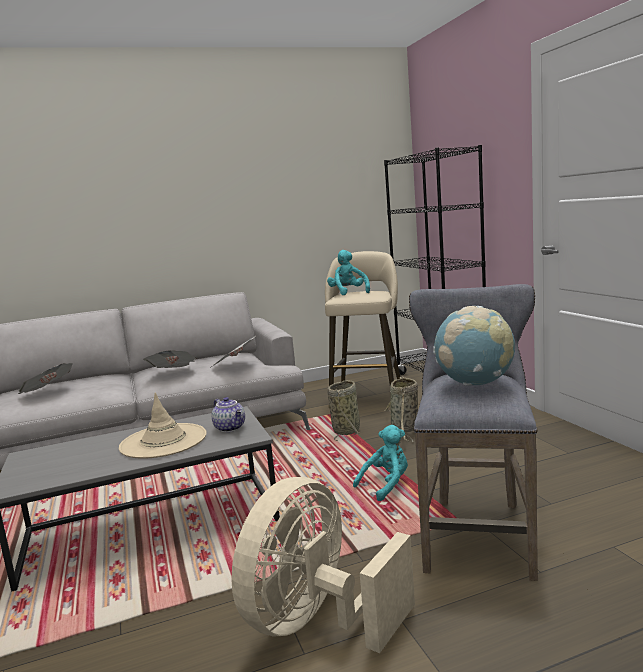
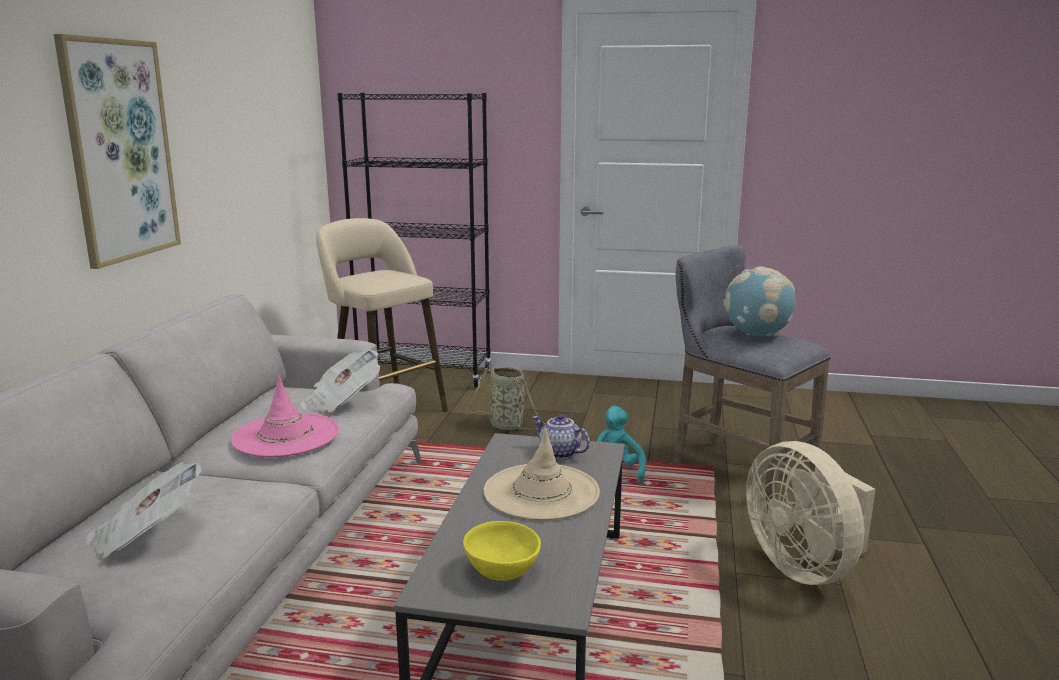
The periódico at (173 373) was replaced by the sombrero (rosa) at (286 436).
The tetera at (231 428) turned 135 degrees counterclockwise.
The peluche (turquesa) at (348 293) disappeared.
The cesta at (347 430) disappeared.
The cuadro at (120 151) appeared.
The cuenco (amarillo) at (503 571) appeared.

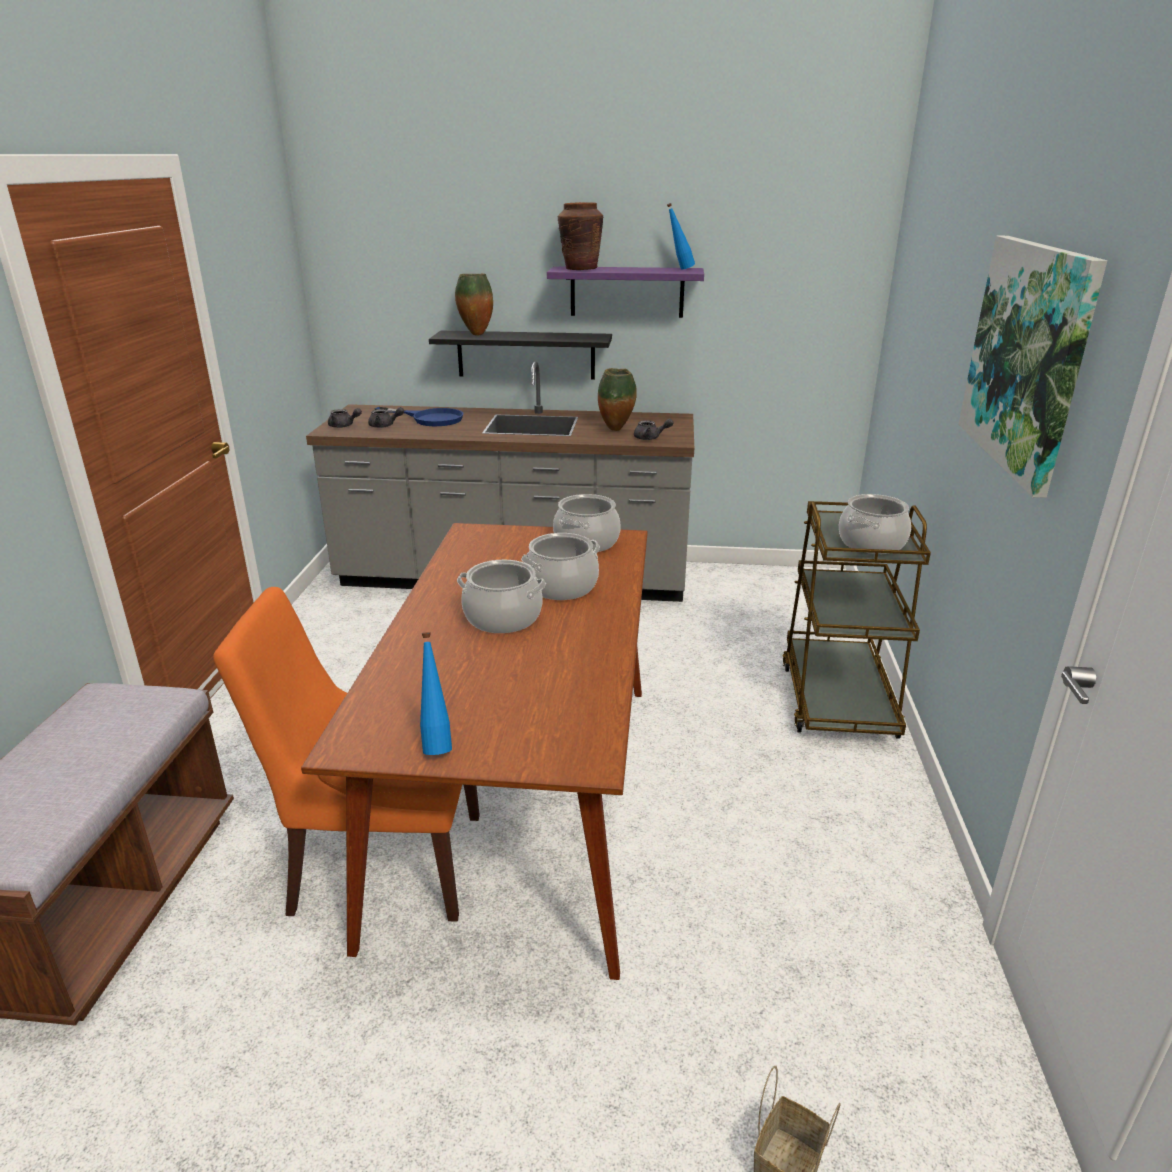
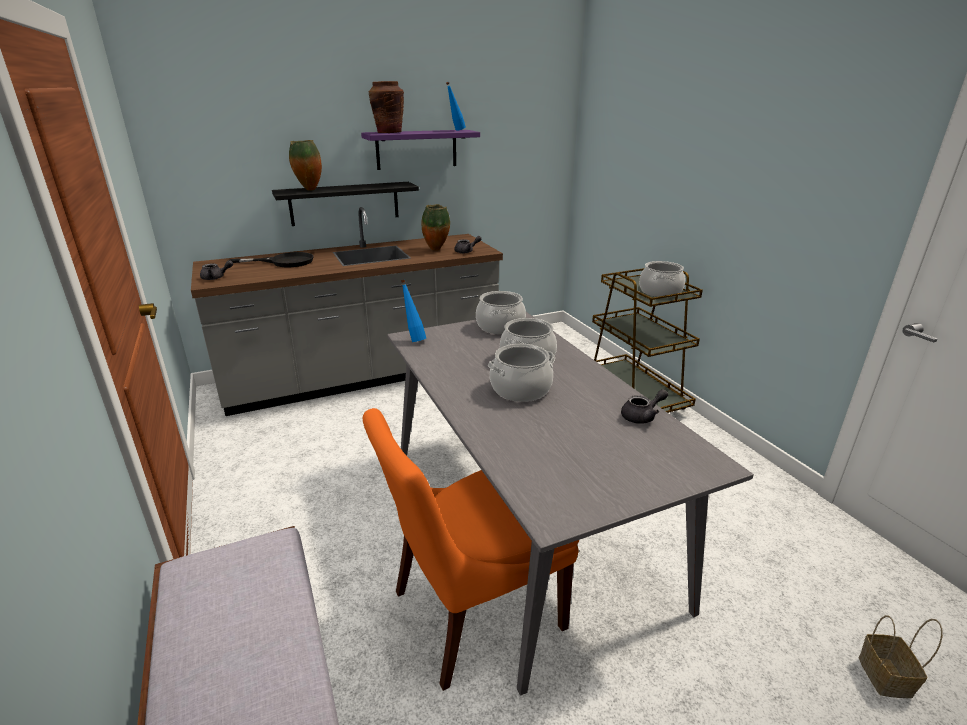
The mesa de comedor (marrón) at (524 800) became the mesa de comedor (gris) at (525 525).
The tetera (gris) moved from (385 426) to (642 416).
The sartén (azul) at (430 418) became the sartén (negro) at (284 262).
The botella (azul) moved from (436 744) to (414 339).
The cuadro at (1028 357) disappeared.

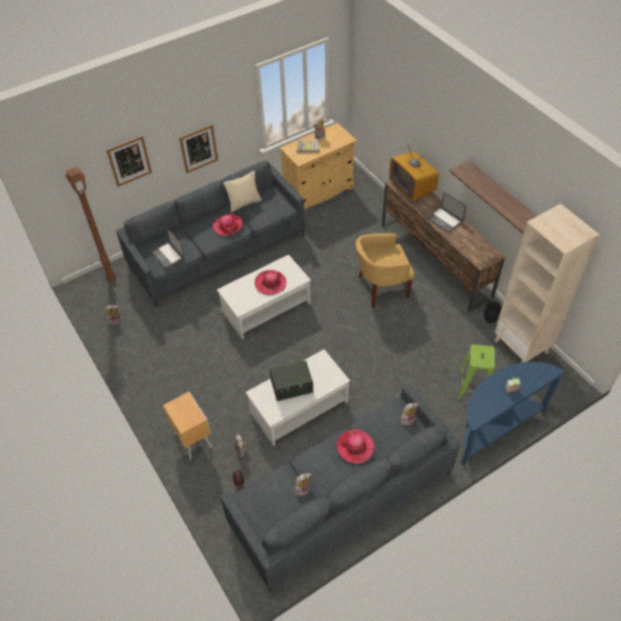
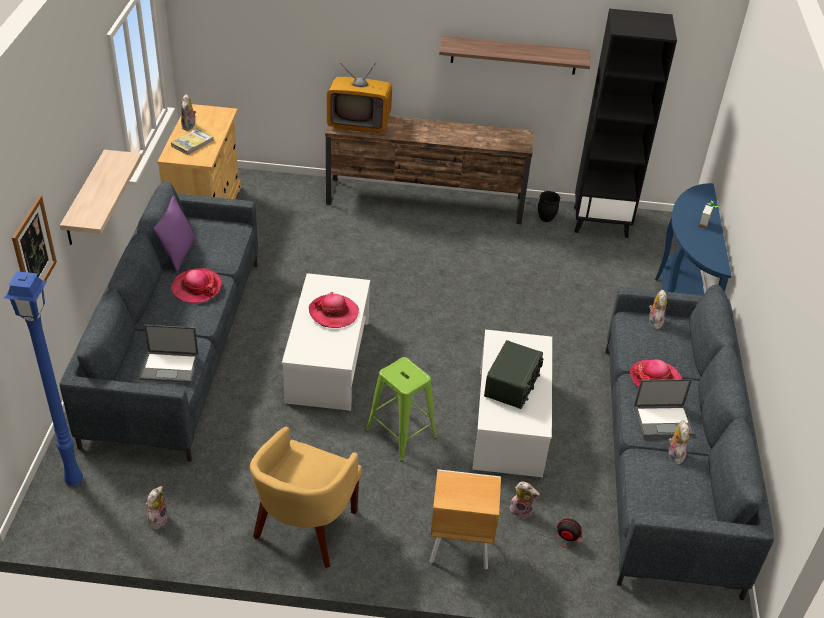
The lámpara de pie (marrón) at (111 278) became the lámpara de pie (azul) at (73 479).
The cuadro at (198 148) was replaced by the estante at (85 199).
The cojín (beis) at (244 203) became the cojín (morado) at (178 253).
The sillón (amarillo) moved from (381 288) to (305 528).
The portátil moved from (445 220) to (664 420).
The taburete (verde) moved from (474 386) to (400 433).
The estantería (beis) at (521 346) became the estantería (negro) at (601 221).

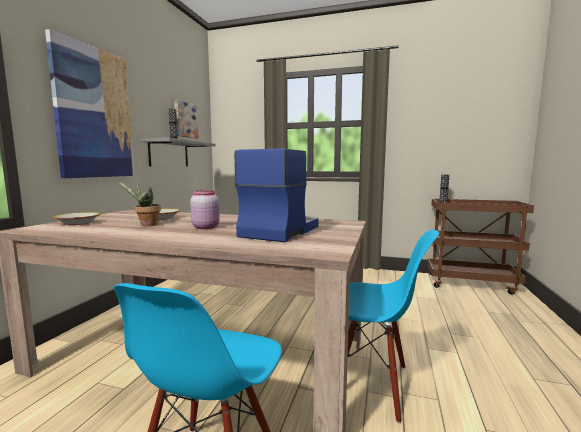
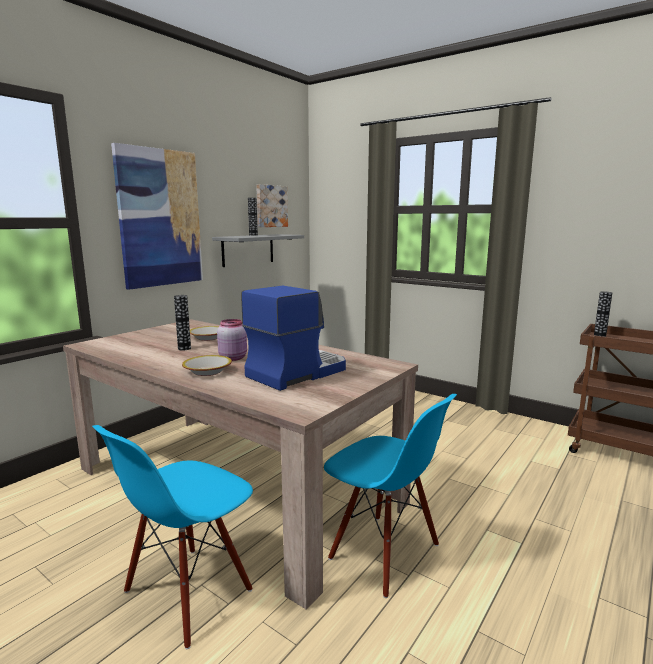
The cuenco moved from (78 223) to (207 371).
The planta en maceta at (146 225) was replaced by the florero at (184 348).

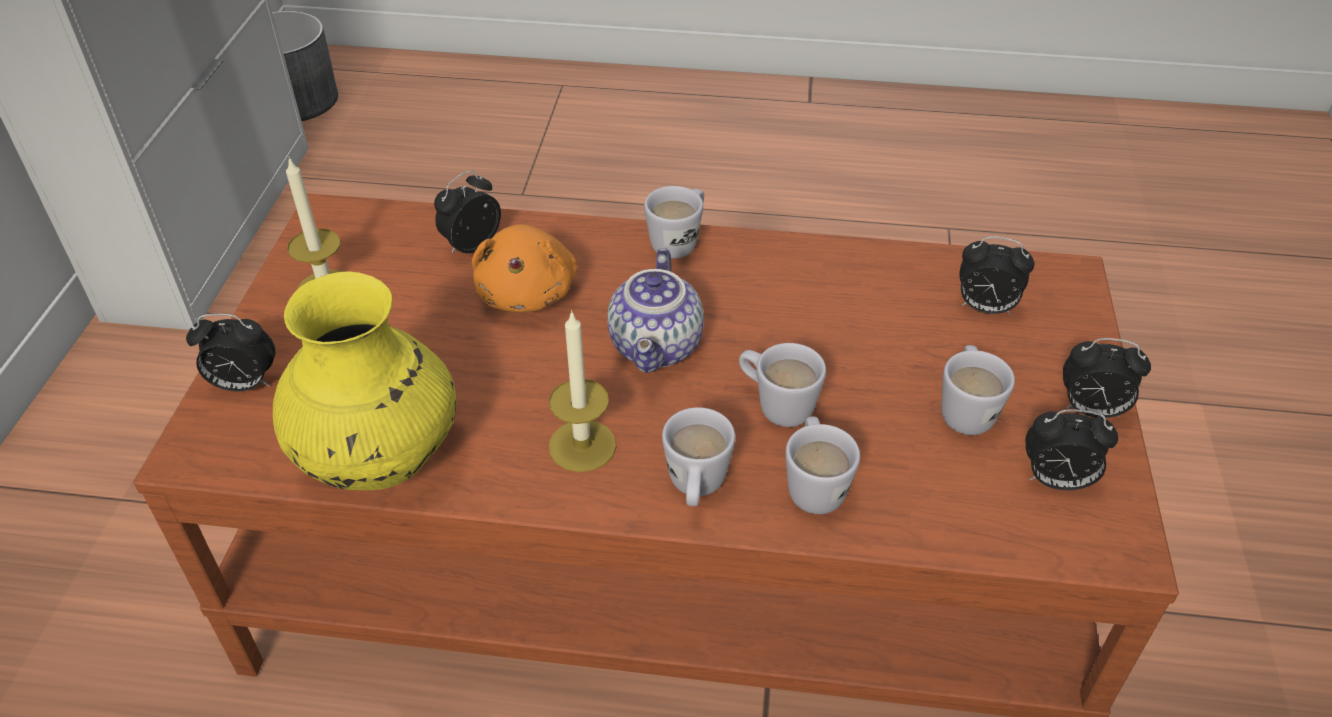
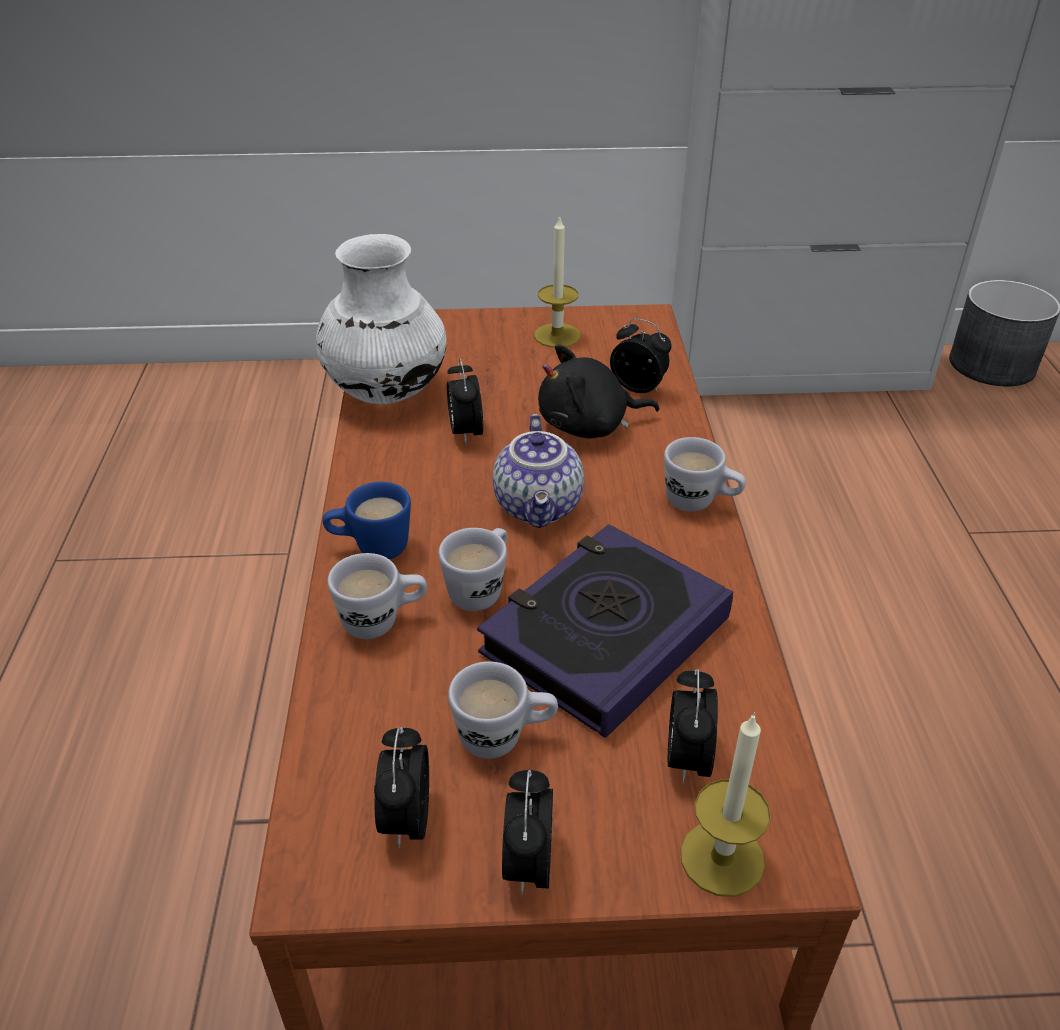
The despertador moved from (243 384) to (465 433).
The florero (amarillo) at (380 459) became the florero (blanco) at (386 392).
The peluche (naranja) at (528 292) became the peluche (negro) at (589 426).
The vela moved from (582 445) to (722 858).
The tetera at (658 347) turned 90 degrees counterclockwise.
The taza grande (blanco) at (696 489) became the taza grande (azul) at (371 548).
The libro at (604 636) appeared.

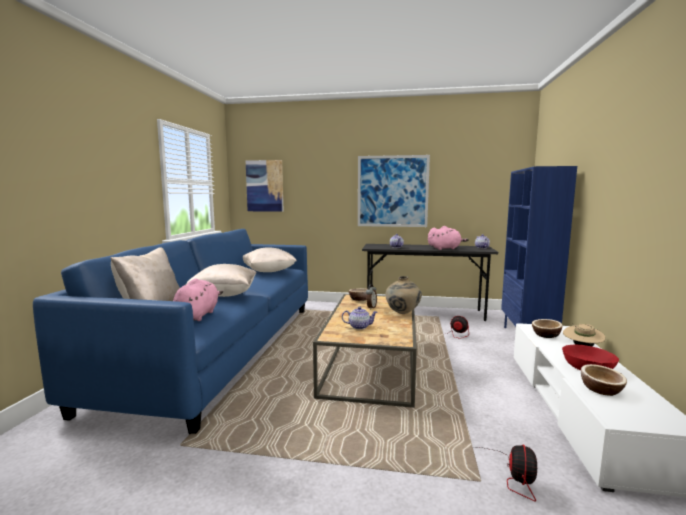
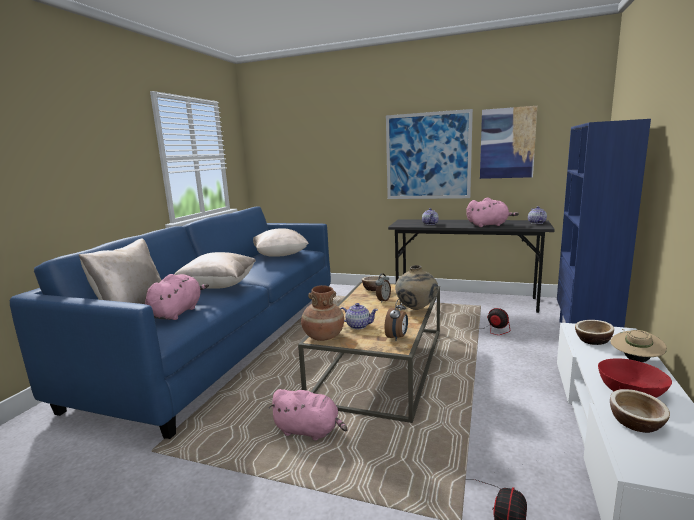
The cuadro moved from (265 186) to (507 143).
The peluche (rosa) at (309 431) appeared.
The florero (marrón) at (323 336) appeared.
The despertador at (397 337) appeared.

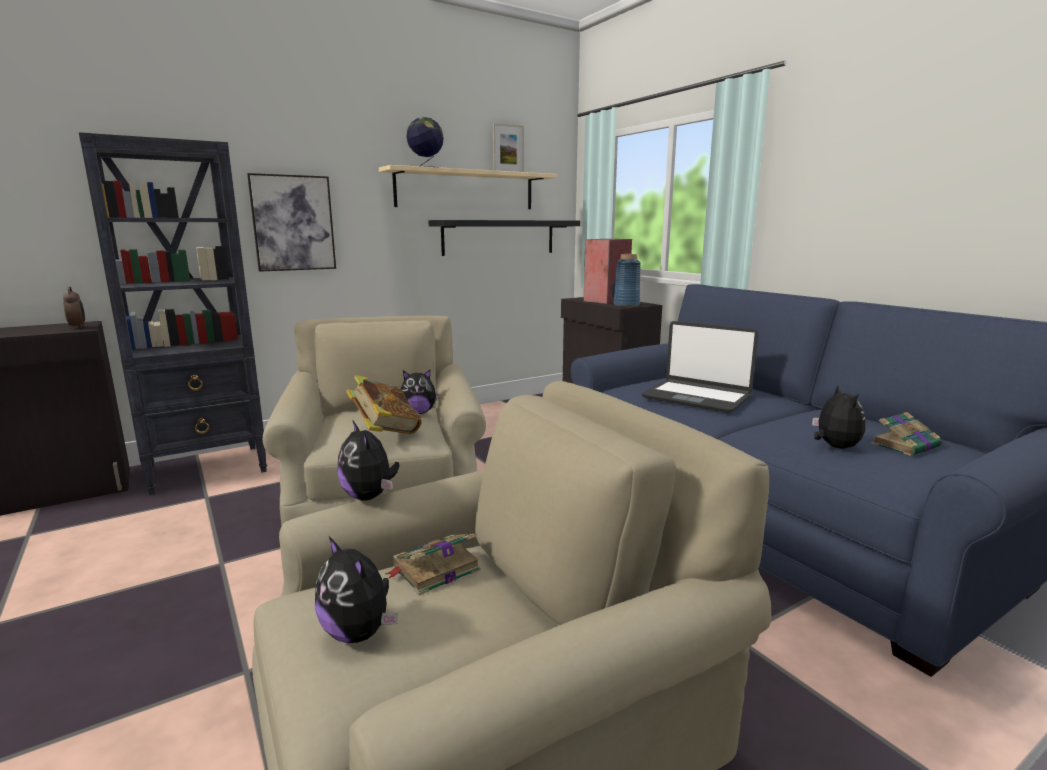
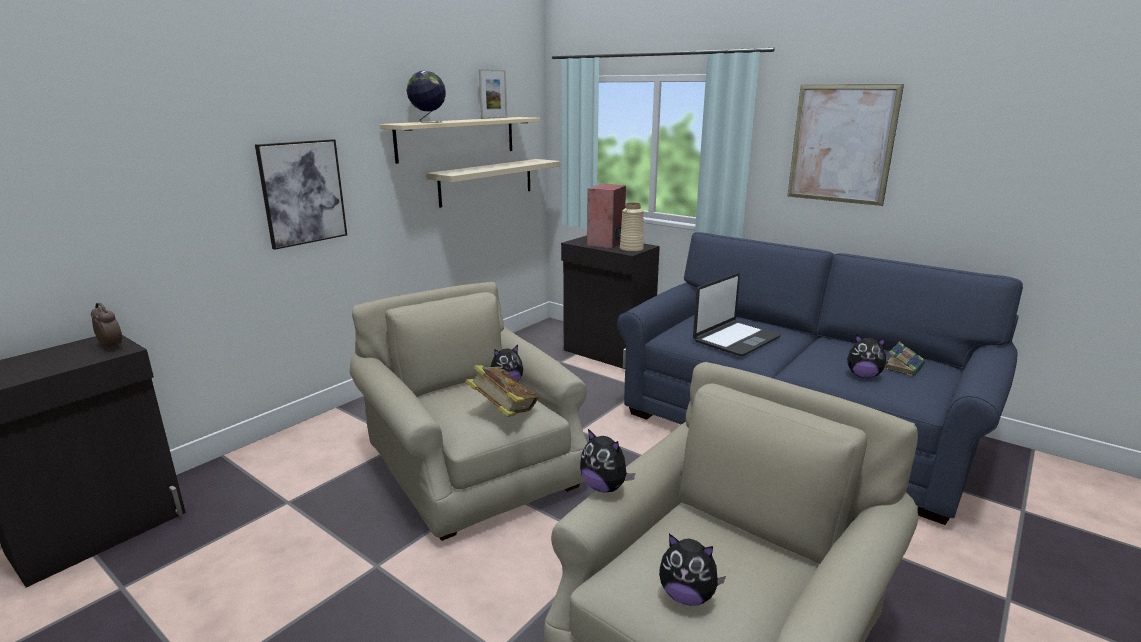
The estantería (negro) at (208 469) disappeared.
The libro at (434 570) disappeared.
The estante (negro) at (499 237) became the estante (beis) at (487 182).
The florero (azul) at (626 305) became the florero (beis) at (631 249).
The portátil at (696 397) turned 60 degrees counterclockwise.
The peluche at (834 447) turned 135 degrees clockwise.
The cuadro at (841 144) appeared.

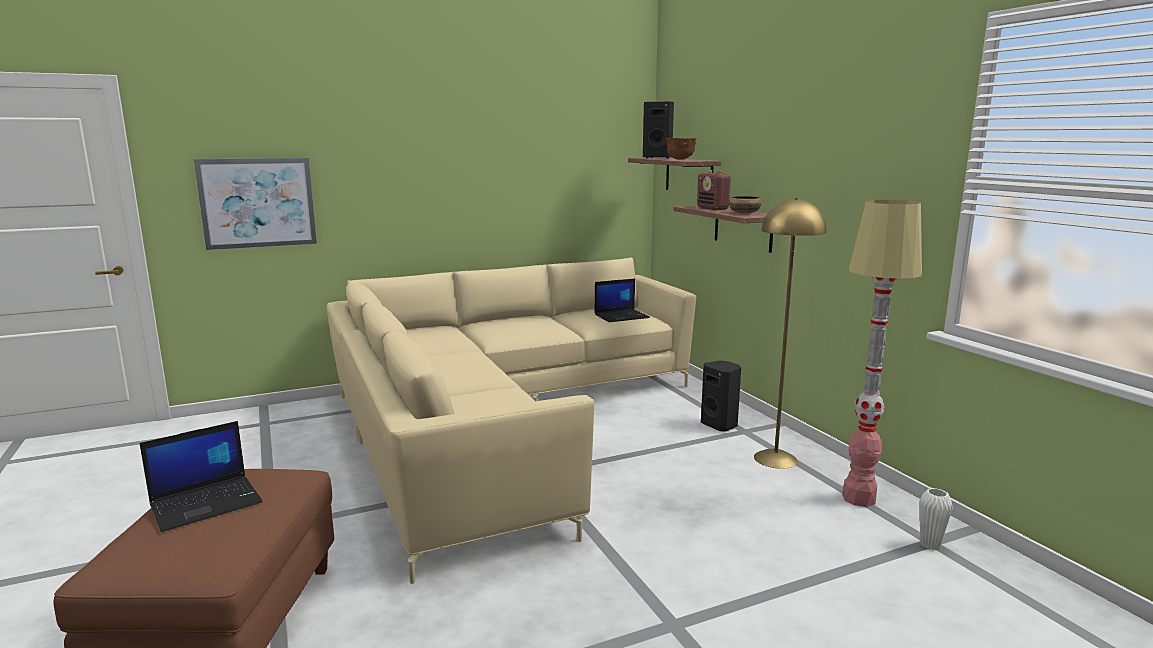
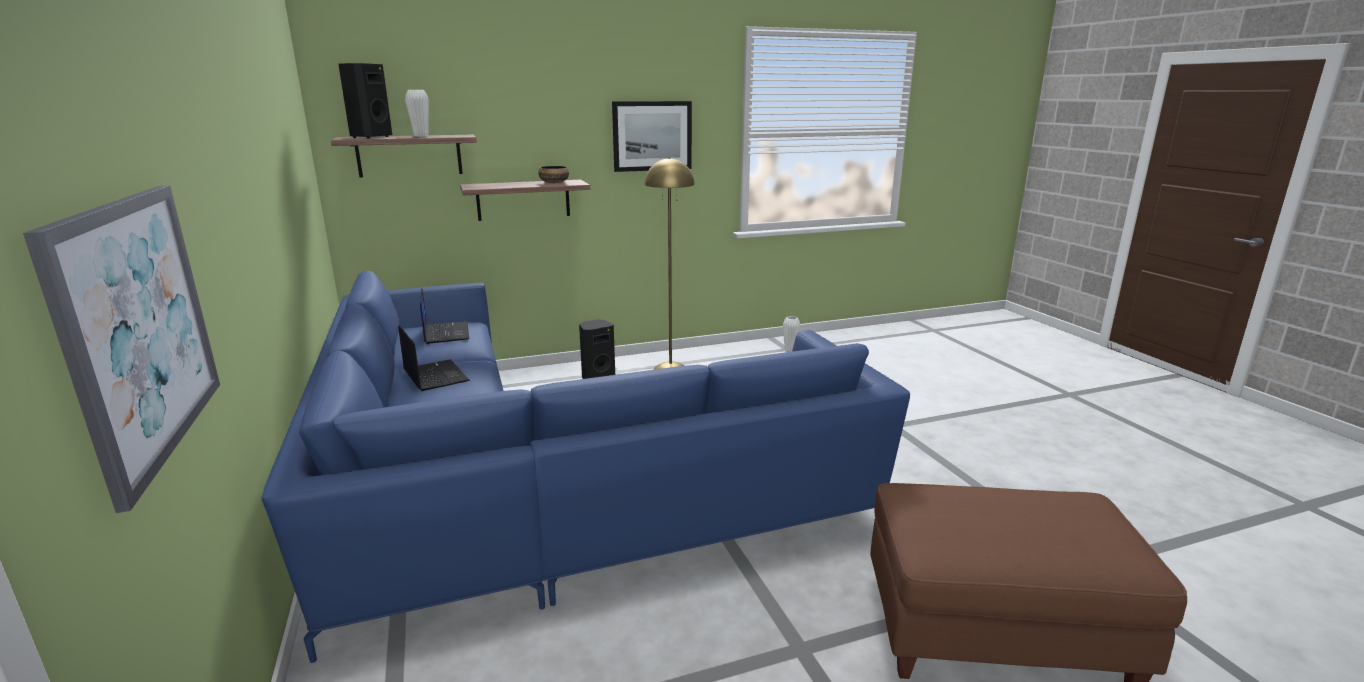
The portátil moved from (207 503) to (434 375).
The sofá (beis) at (497 422) became the sofá (azul) at (531 490).
The cuenco (marrón) at (680 159) was replaced by the florero (blanco) at (421 136).
The radio at (713 208) disappeared.
The lámpara de pie at (859 498) disappeared.
The cuadro at (652 136) appeared.

